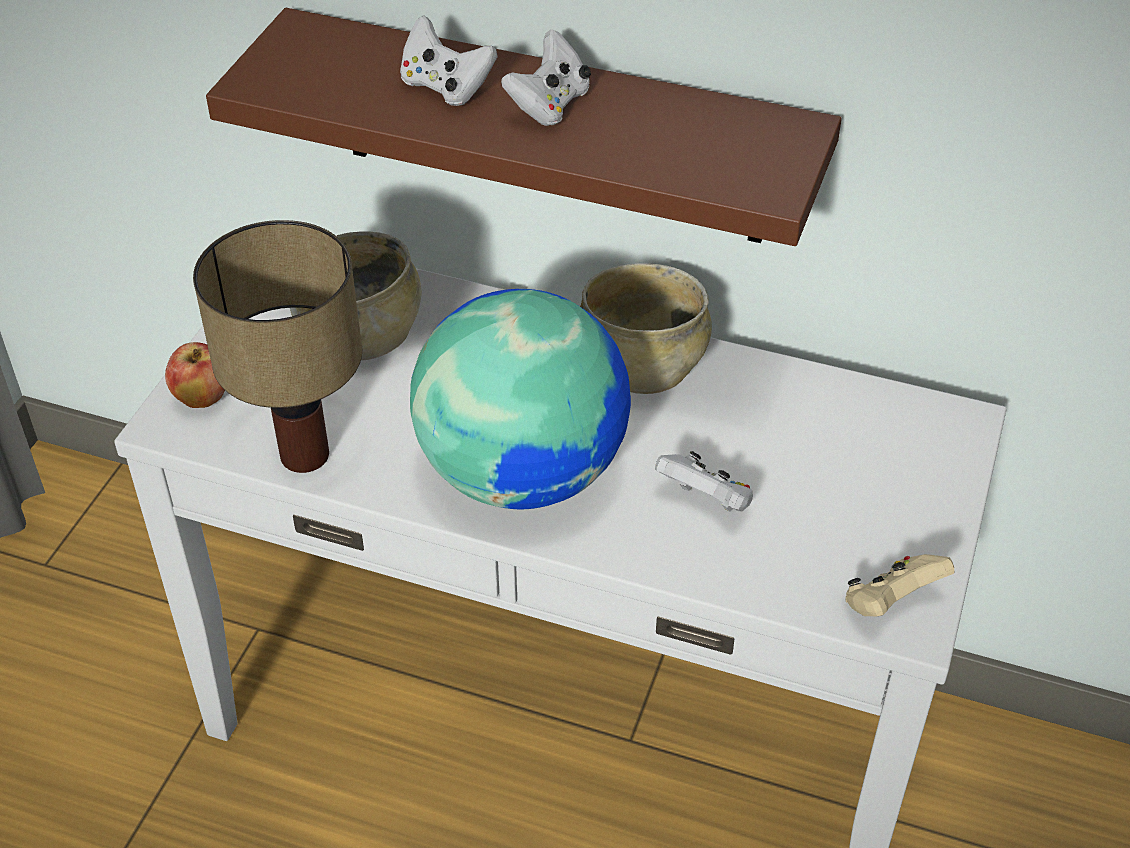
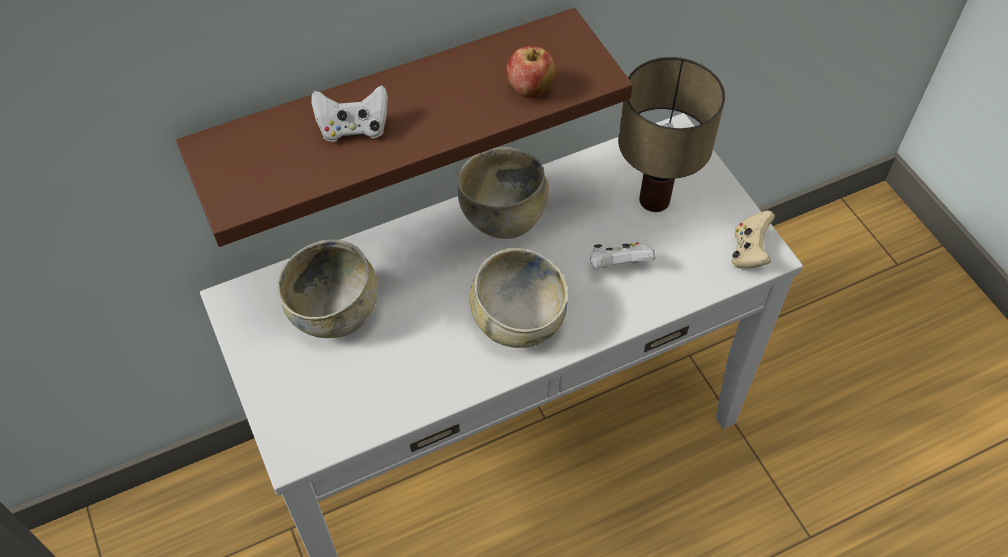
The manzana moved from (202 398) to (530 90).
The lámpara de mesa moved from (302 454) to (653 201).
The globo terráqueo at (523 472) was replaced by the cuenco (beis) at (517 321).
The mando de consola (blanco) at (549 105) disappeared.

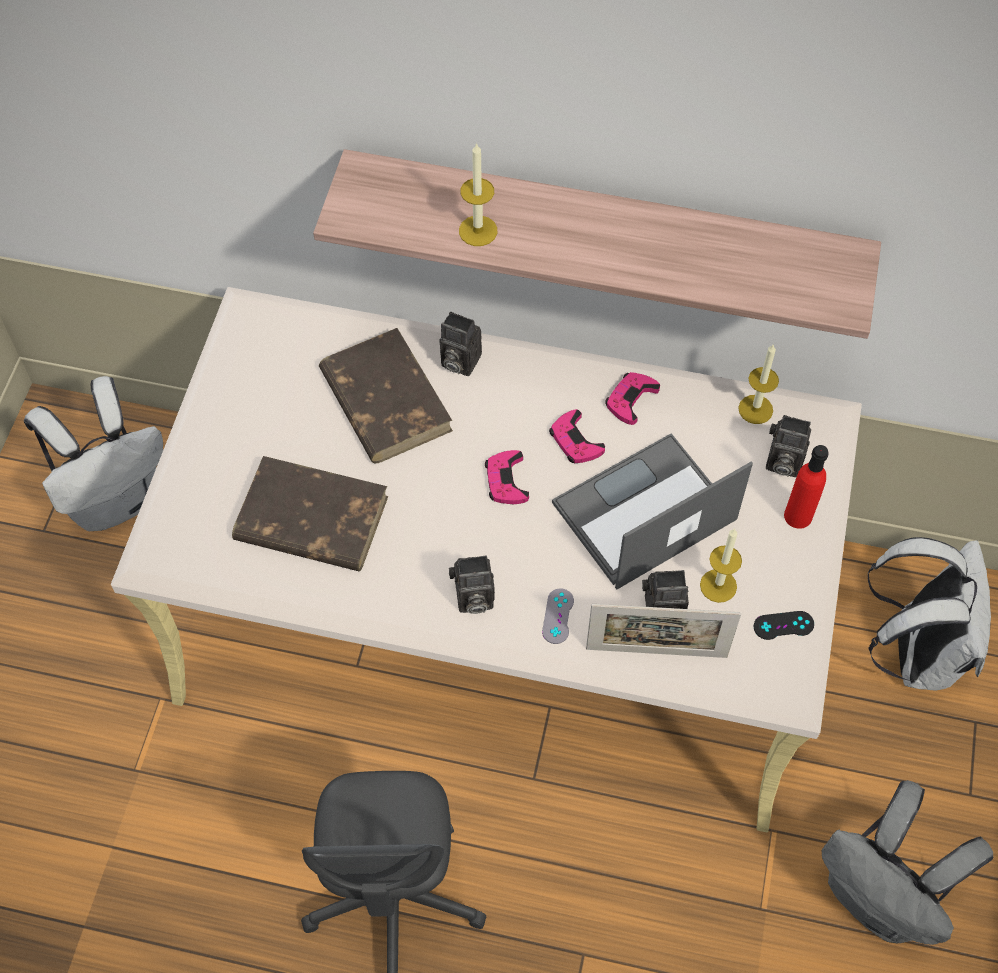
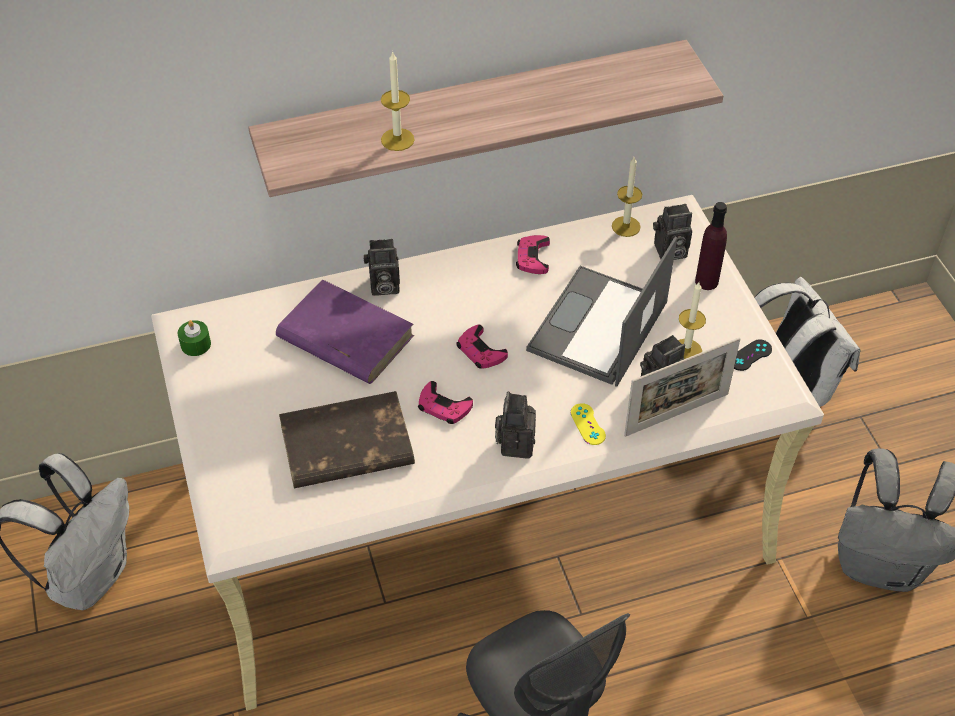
The libro (marrón) at (384 399) became the libro (morado) at (344 337).
The cámara at (472 599) turned 135 degrees clockwise.
The mando de consola (gris) at (558 616) became the mando de consola (amarillo) at (588 424).
The mando de consola (rosa) moved from (575 441) to (443 407).
The botella (rojo) at (798 516) became the botella (morado) at (706 281).
The vela (verde) at (195 344) appeared.

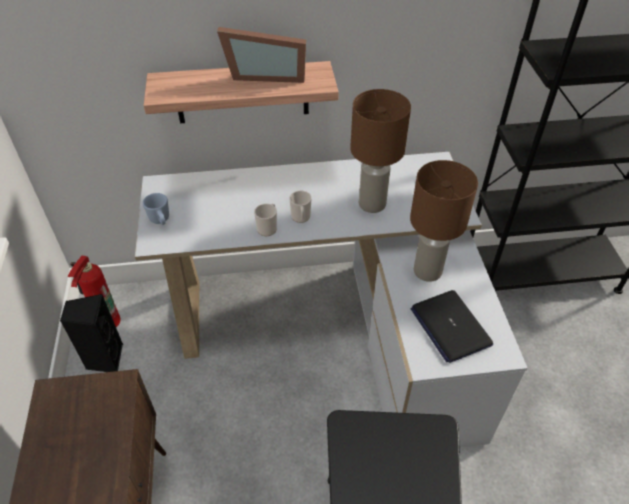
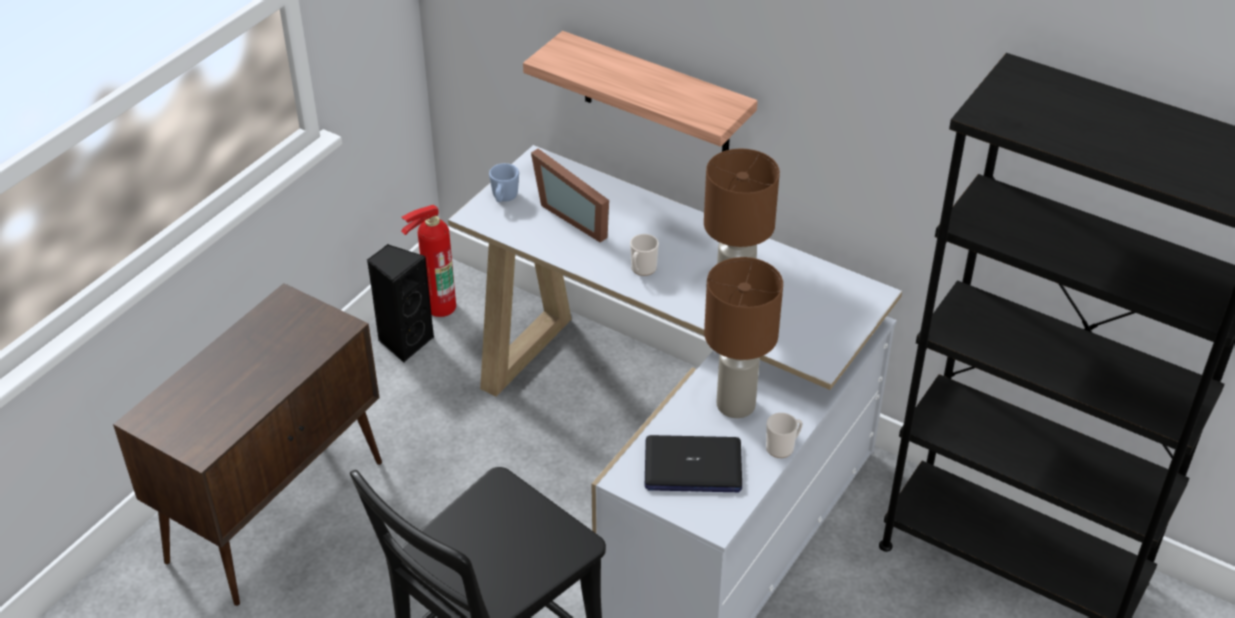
The portarretratos moved from (265 74) to (577 215).
The taza grande moved from (268 228) to (782 447).
The portátil at (450 326) turned 105 degrees counterclockwise.

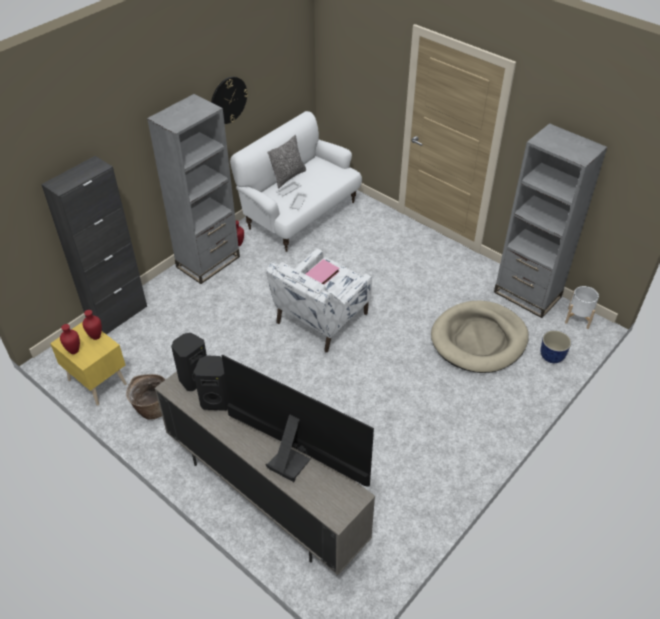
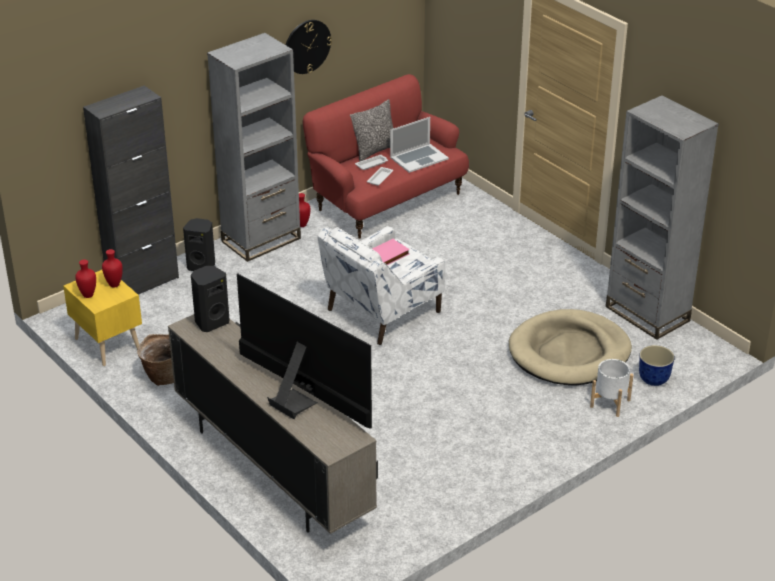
The altavoz (negro) moved from (216 400) to (202 266).
The sofá (blanco) at (300 214) became the sofá (rojo) at (387 201).
The maceta (blanco) moved from (578 318) to (610 403).
The portátil at (418 158) appeared.

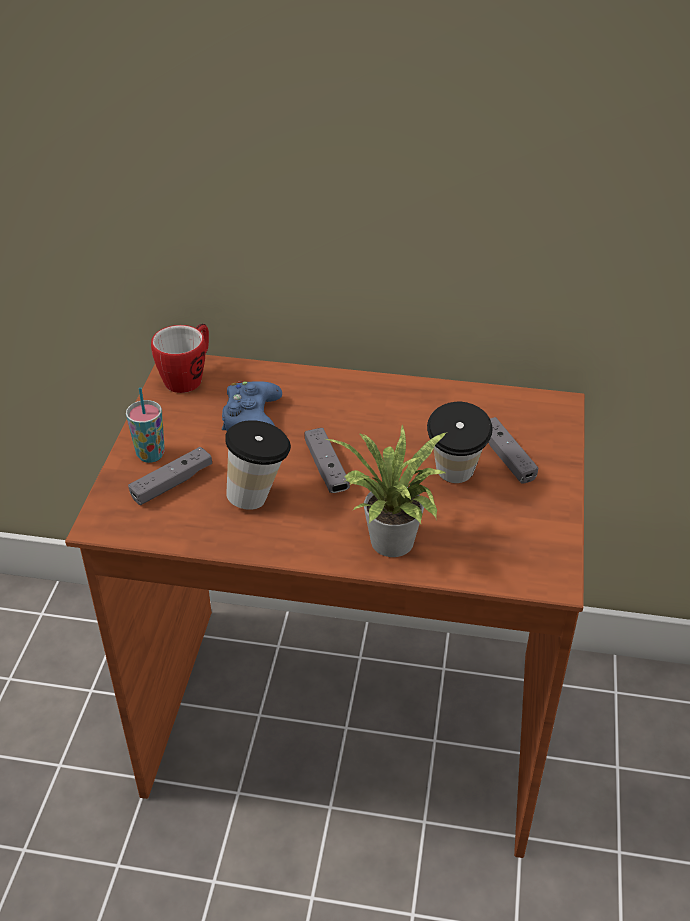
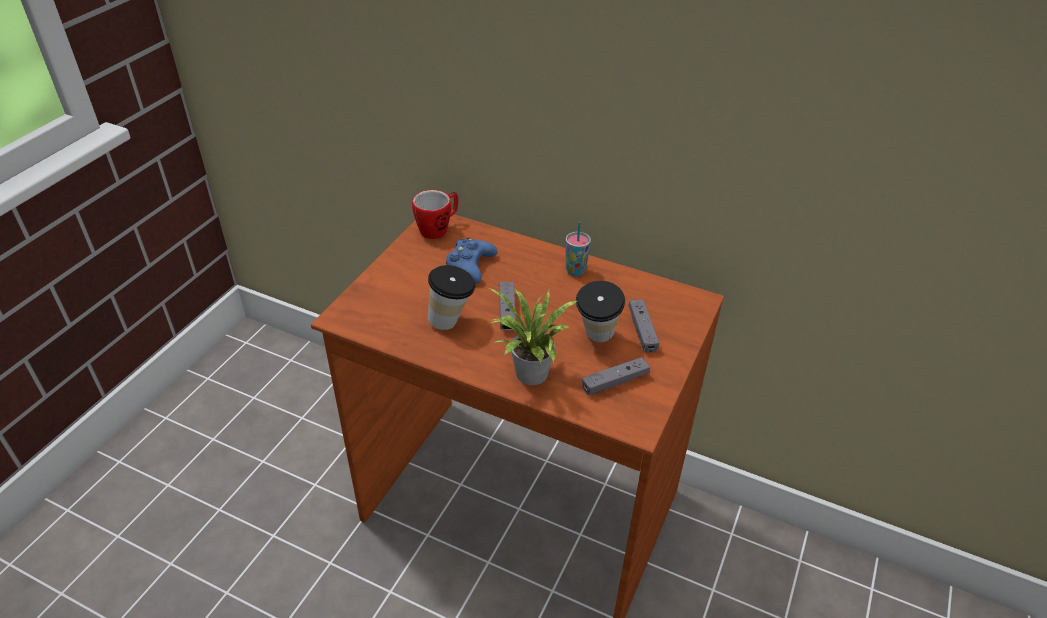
The taza moved from (150 455) to (575 271).
The mando de consola (gris) moved from (172 483) to (615 382).

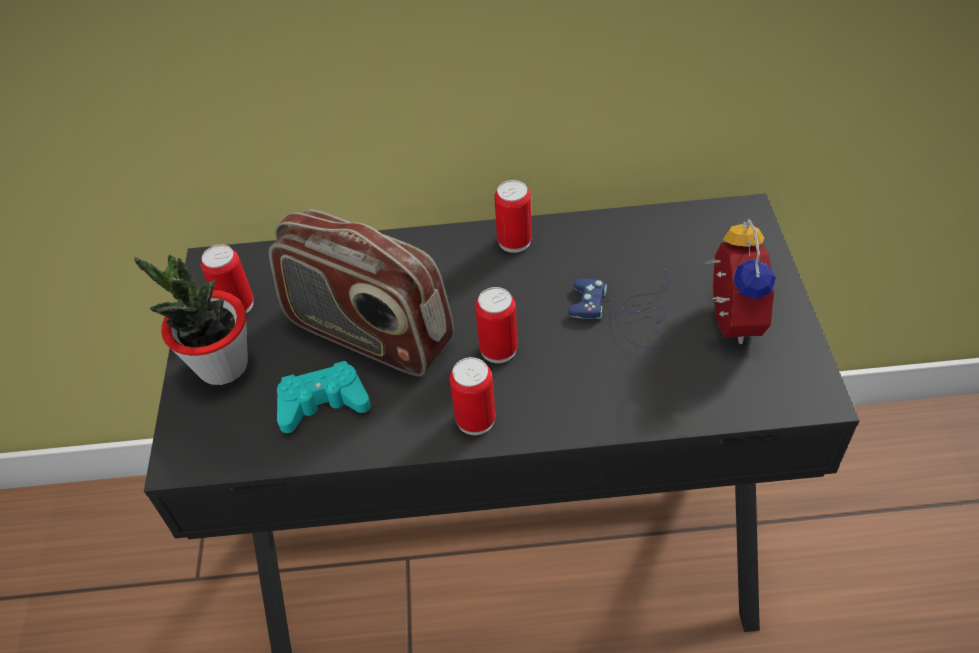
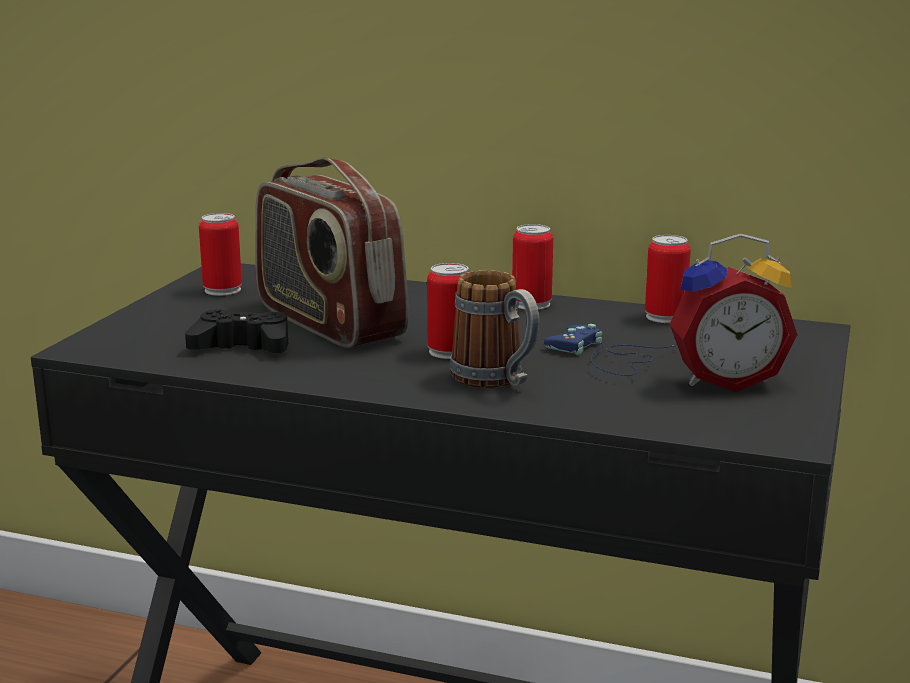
The planta en maceta at (222 366) disappeared.
The mando de consola (turquesa) at (323 403) became the mando de consola (negro) at (242 346).
The lata moved from (475 419) to (665 317).
The despertador at (727 320) turned 60 degrees clockwise.
The taza grande at (497 381) appeared.

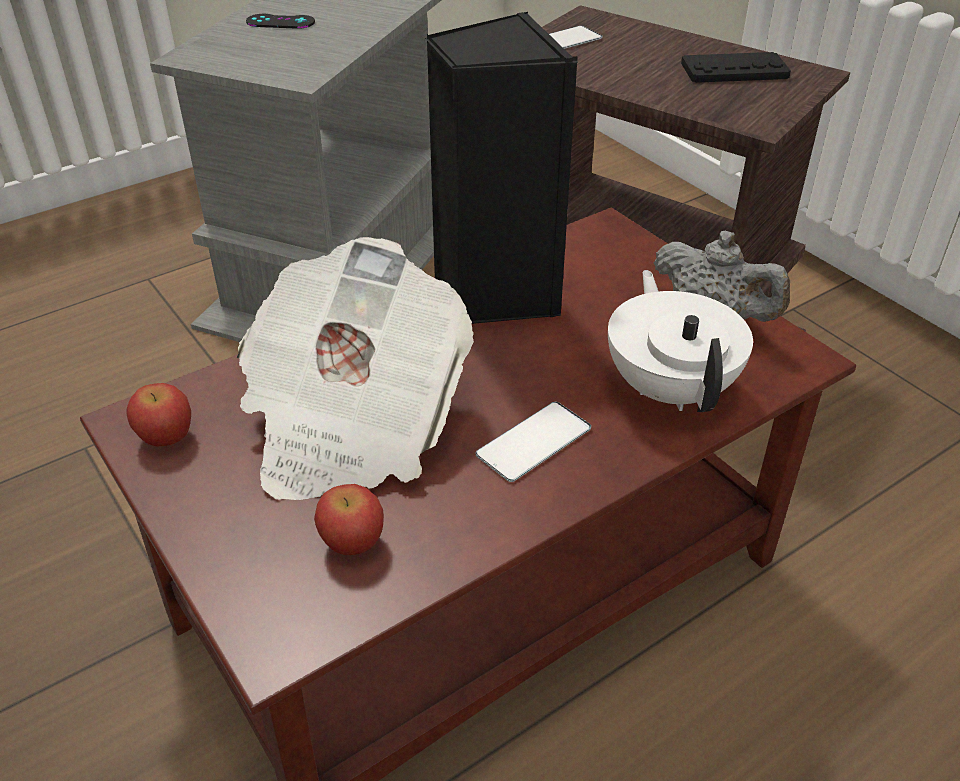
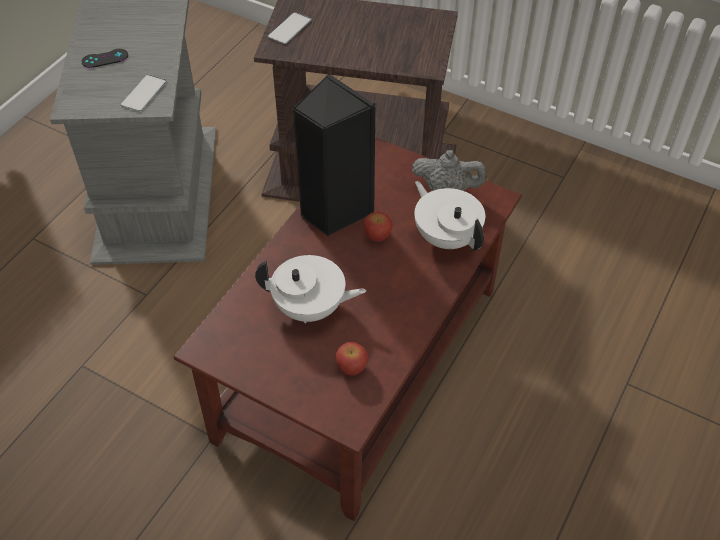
The manzana moved from (165 436) to (377 236).
The periódico at (351 420) was replaced by the tetera (blanco) at (310 308).
The móvil moved from (534 442) to (144 93).
The mando de consola (negro) at (734 70) disappeared.

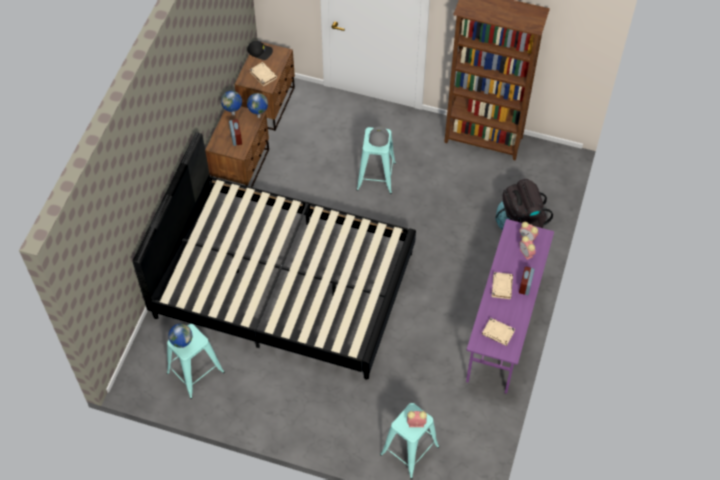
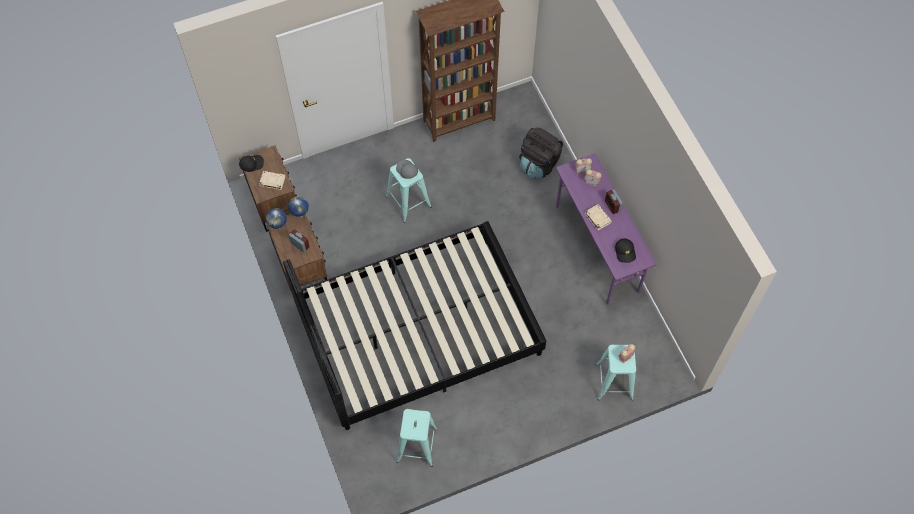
The globo terráqueo at (182 346) disappeared.
The libro (beis) at (498 333) was replaced by the gorra (negro) at (625 252).

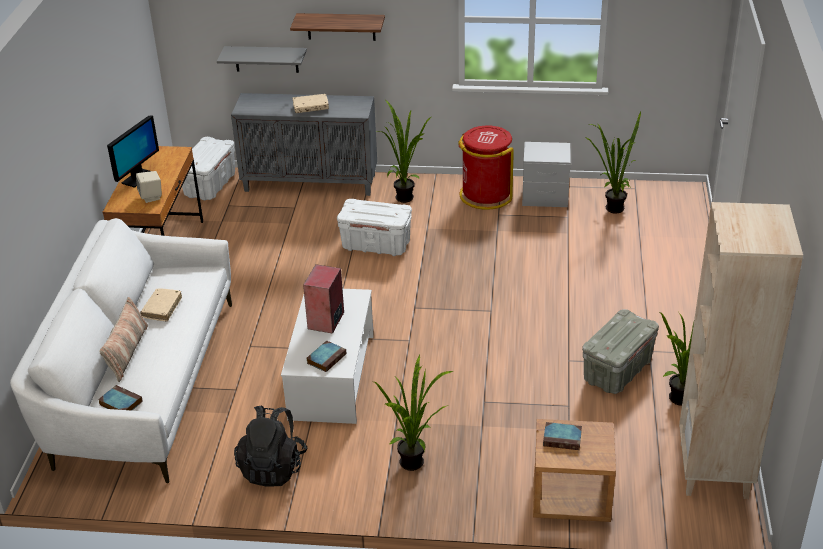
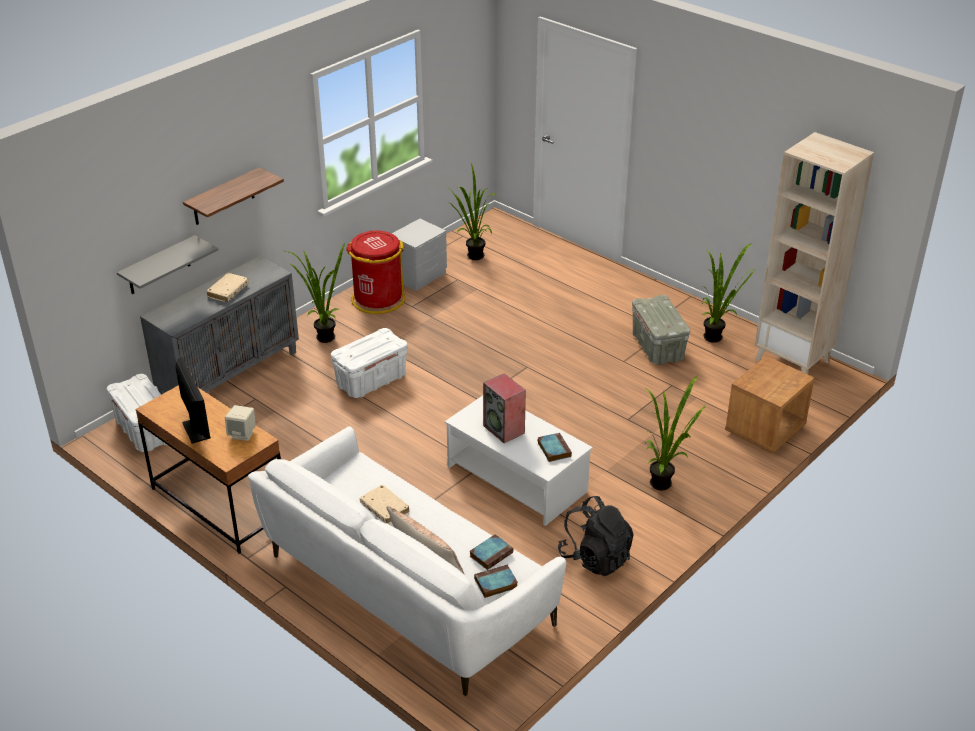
The libro moved from (563 438) to (491 554).

